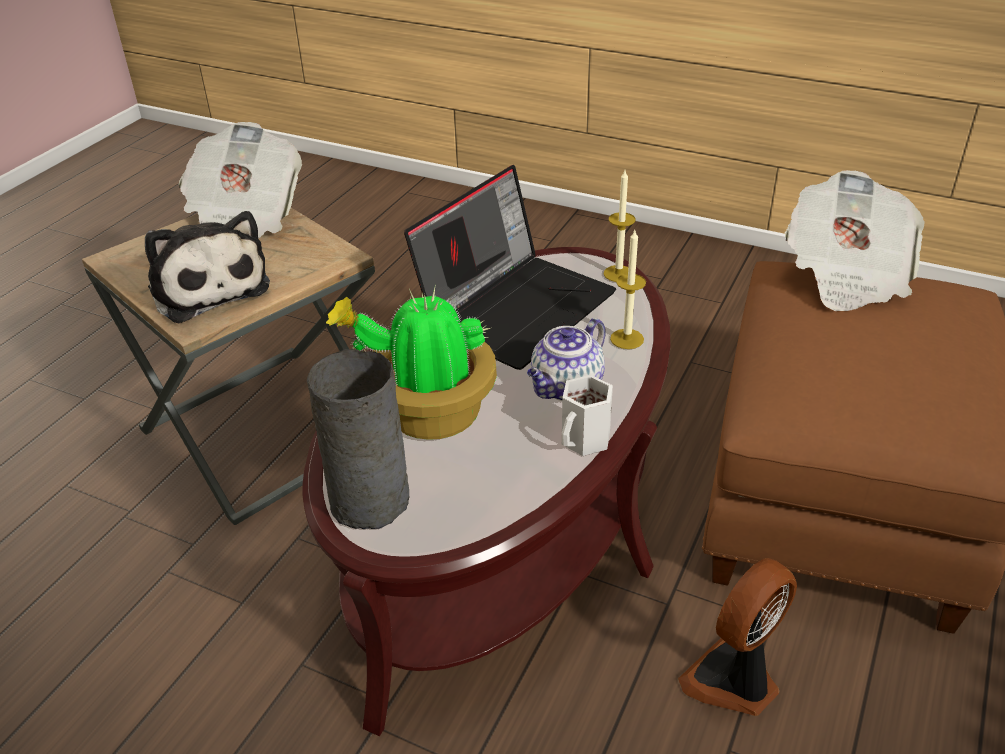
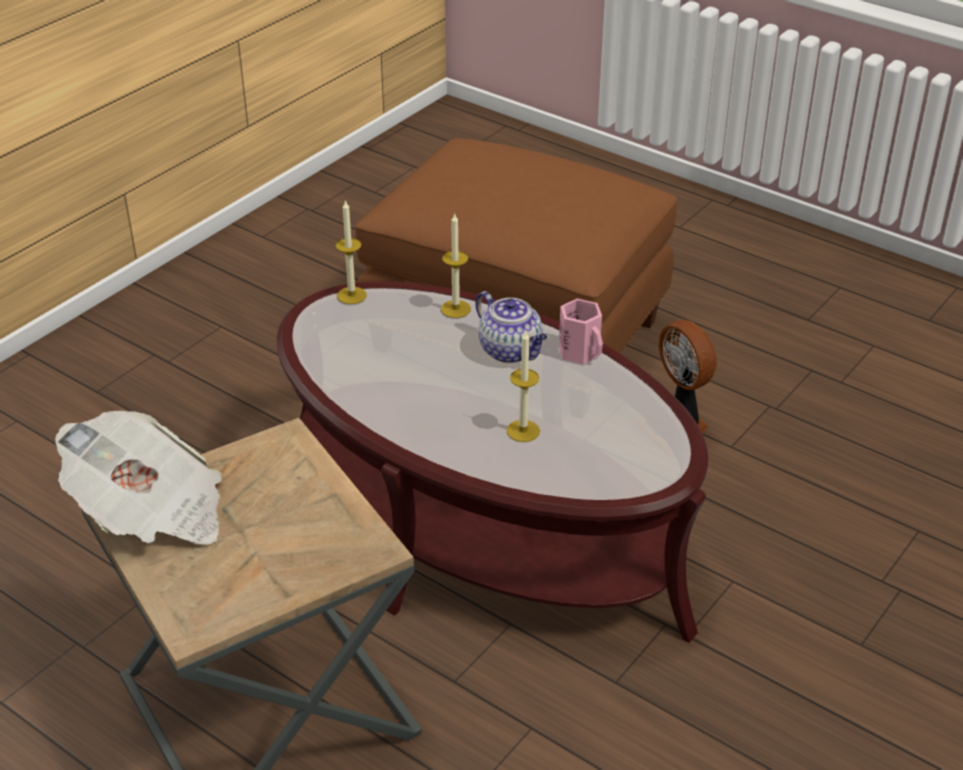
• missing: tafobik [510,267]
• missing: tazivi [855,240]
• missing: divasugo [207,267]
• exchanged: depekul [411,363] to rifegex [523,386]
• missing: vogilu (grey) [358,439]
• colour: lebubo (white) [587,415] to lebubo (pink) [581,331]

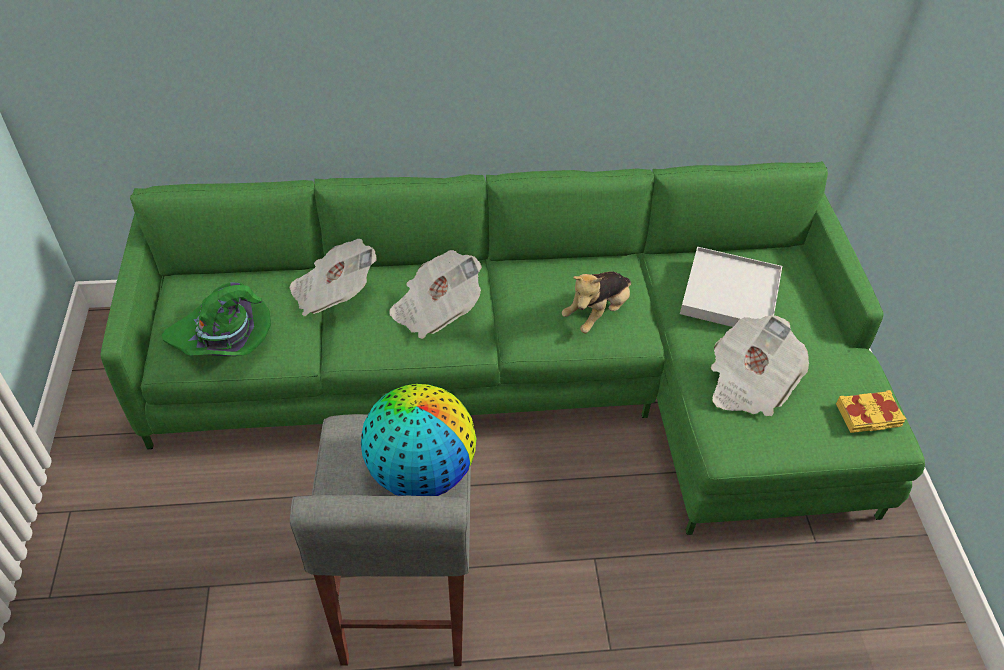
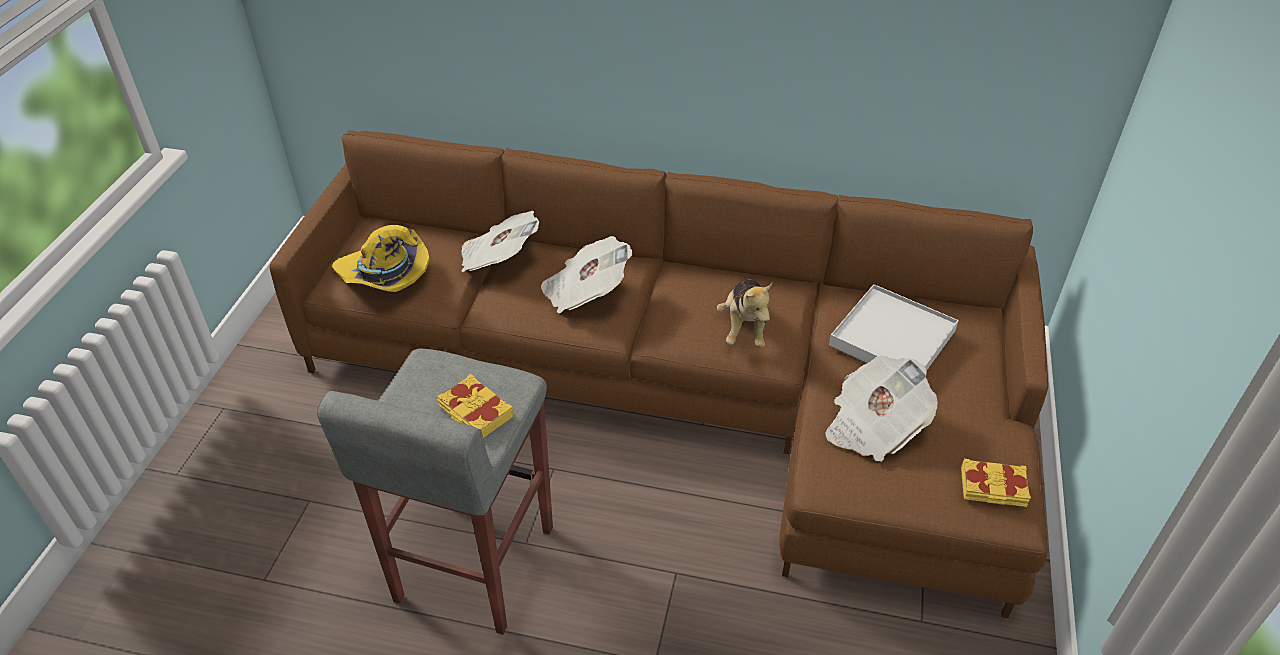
• colour: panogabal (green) [513,348] to panogabal (brown) [659,374]
• spun: divasugo [596,302] = [744,313] 60 degrees counterclockwise
• colour: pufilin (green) [216,319] to pufilin (yellow) [381,258]
• exchanged: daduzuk [418,440] to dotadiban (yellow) [475,406]

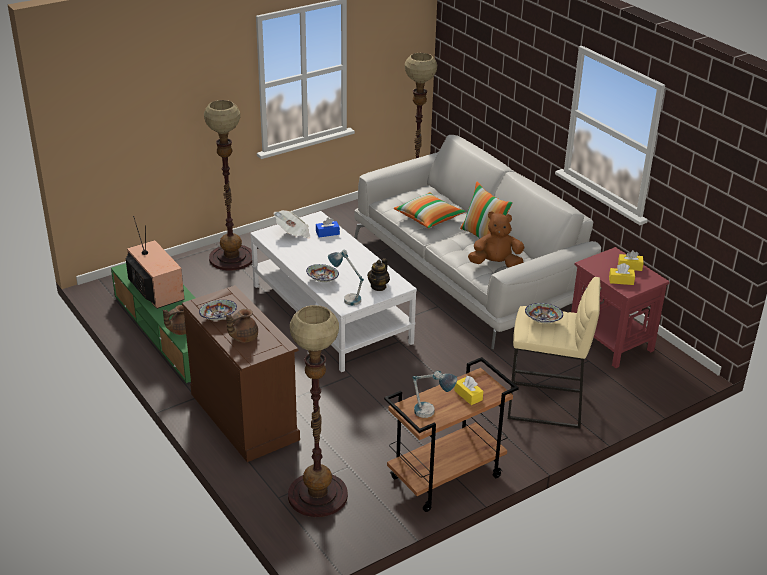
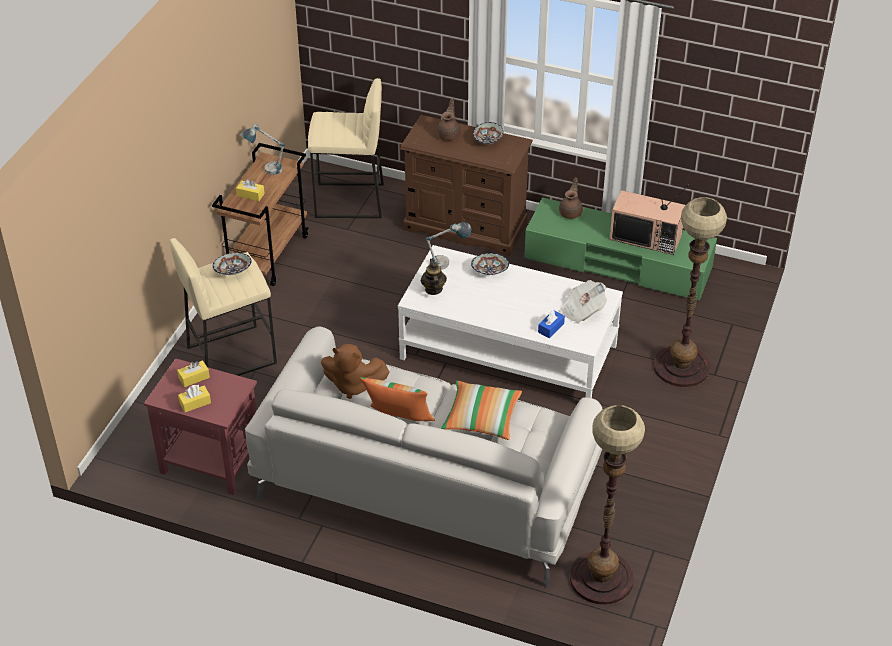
• spun: divasugo (brown) [496,239] = [355,371] 45 degrees clockwise
• exchanged: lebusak [318,411] to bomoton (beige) [346,148]

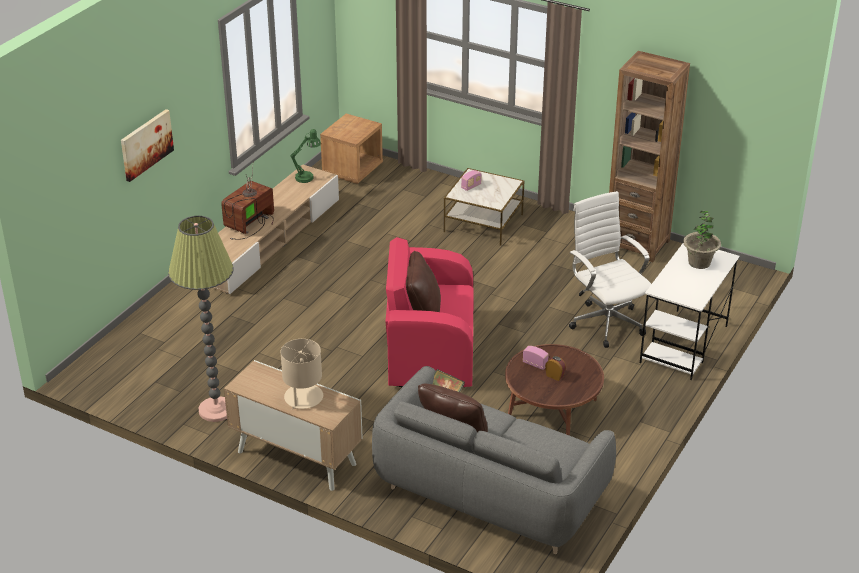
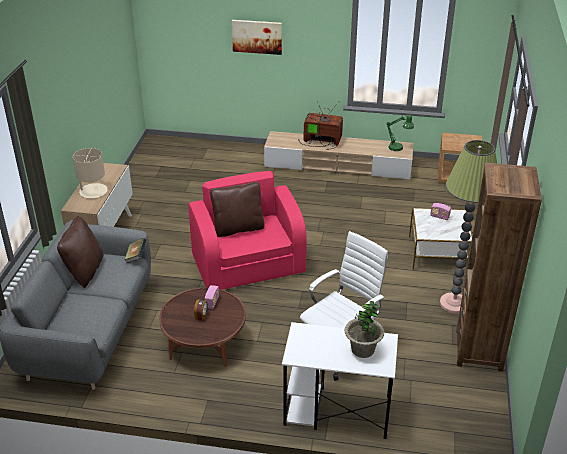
• relocated: lebusak [200,319] to [468,227]

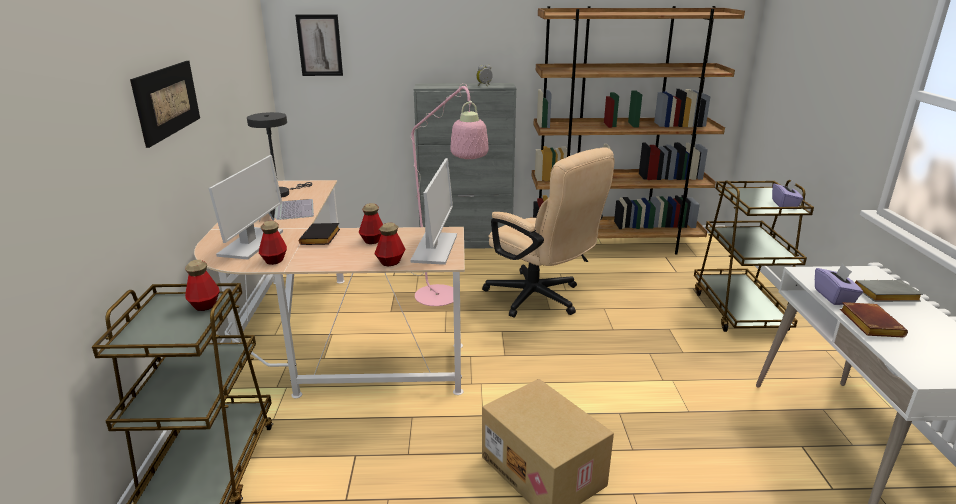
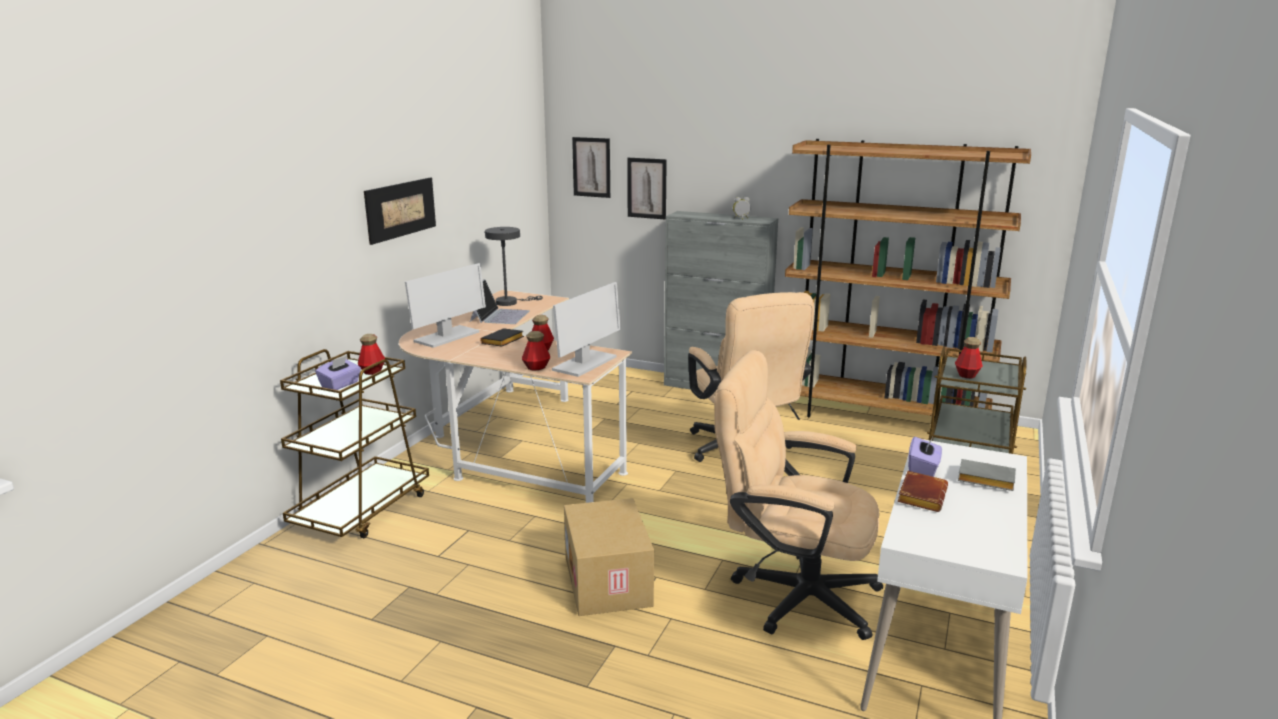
• missing: lebusak (pink) [450,194]
• relocated: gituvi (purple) [787,193] to [338,373]
• relocated: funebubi [273,243] to [968,357]
• appeared: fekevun [647,188]
• appeared: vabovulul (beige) [798,495]

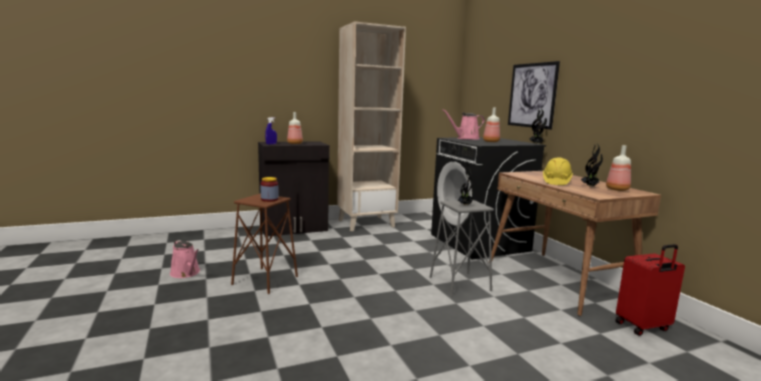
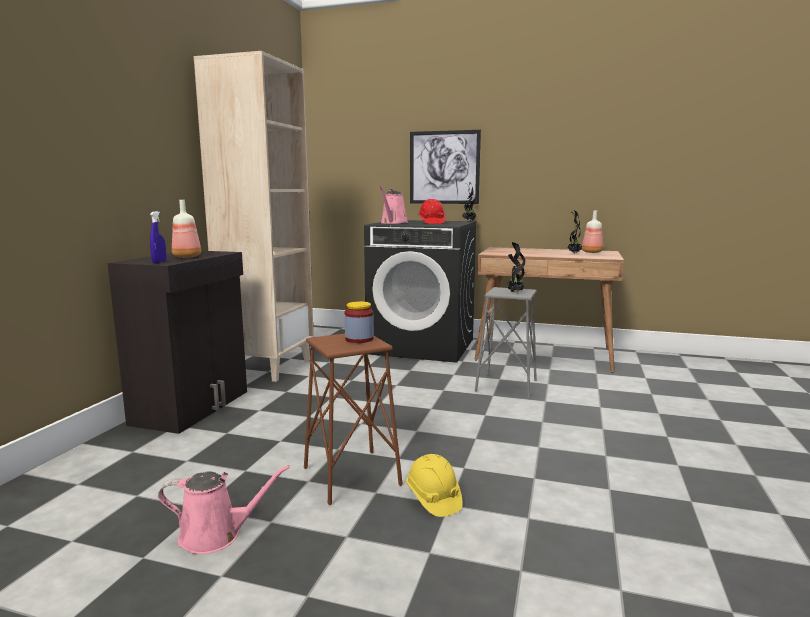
• exchanged: funebubi [491,125] to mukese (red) [432,211]
• relocated: mukese (yellow) [558,171] to [434,485]
• missing: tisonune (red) [650,290]

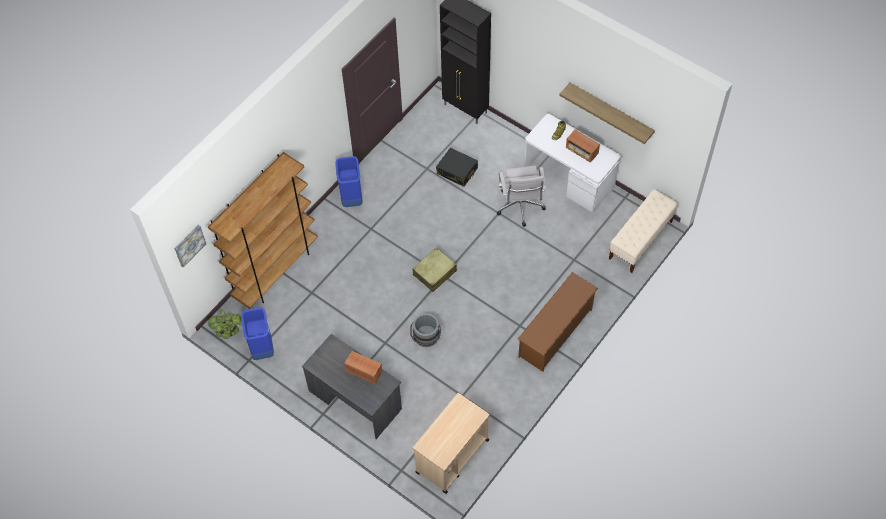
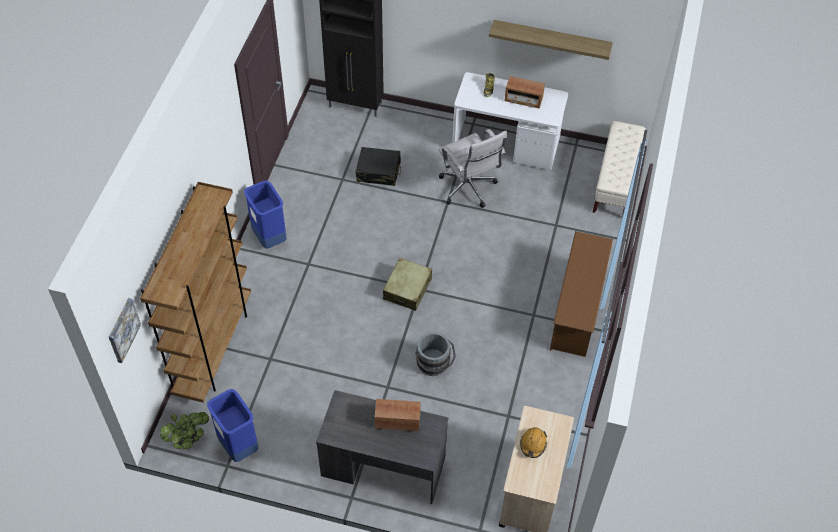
• appeared: mukese (orange) [533,442]

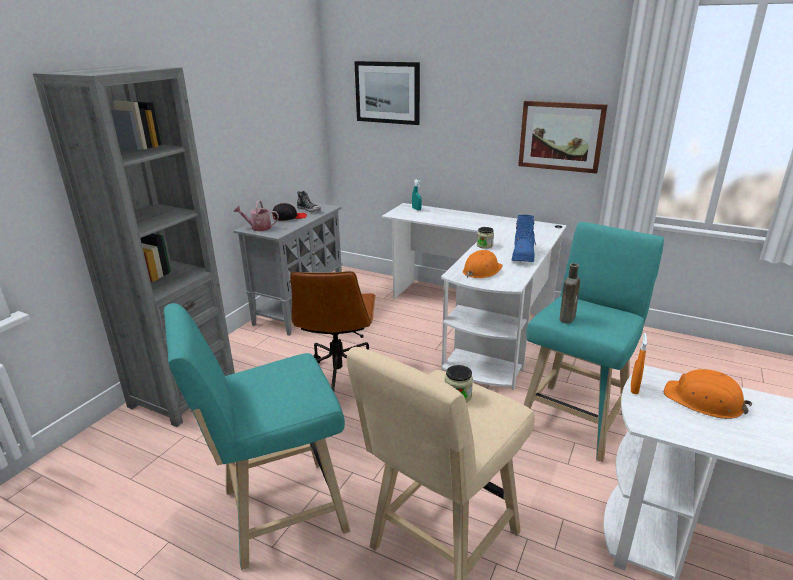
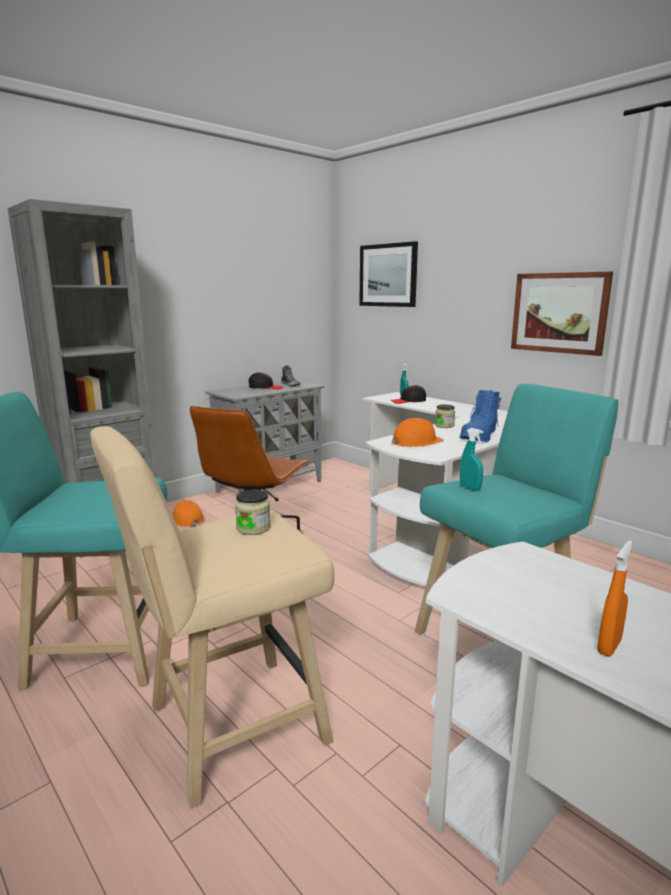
• missing: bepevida [256,215]
• exchanged: funebubi (brown) [570,293] to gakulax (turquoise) [471,459]
• relocated: gakulax (orange) [639,363] to [615,598]
• relocated: mukese (orange) [708,394] to [188,513]
• appeared: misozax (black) [408,394]

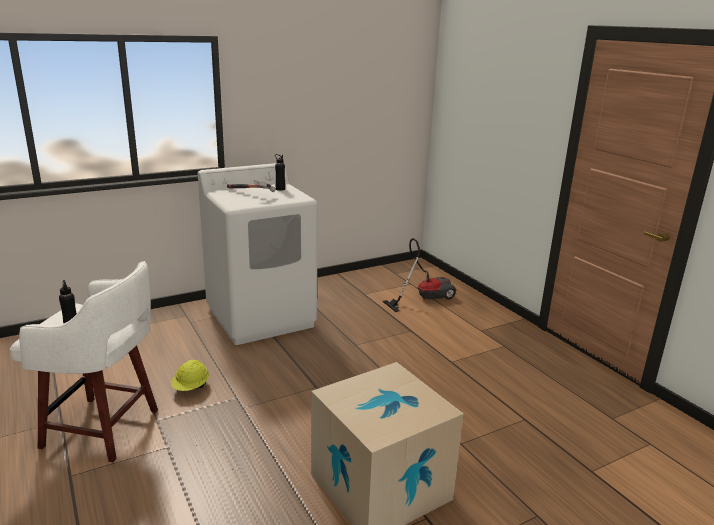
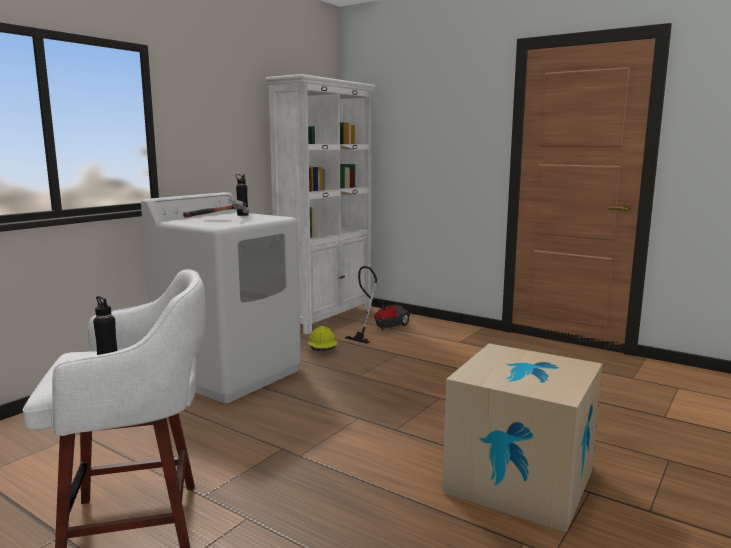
• relocated: mukese (yellow) [190,375] to [323,338]
• appeared: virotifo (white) [320,204]

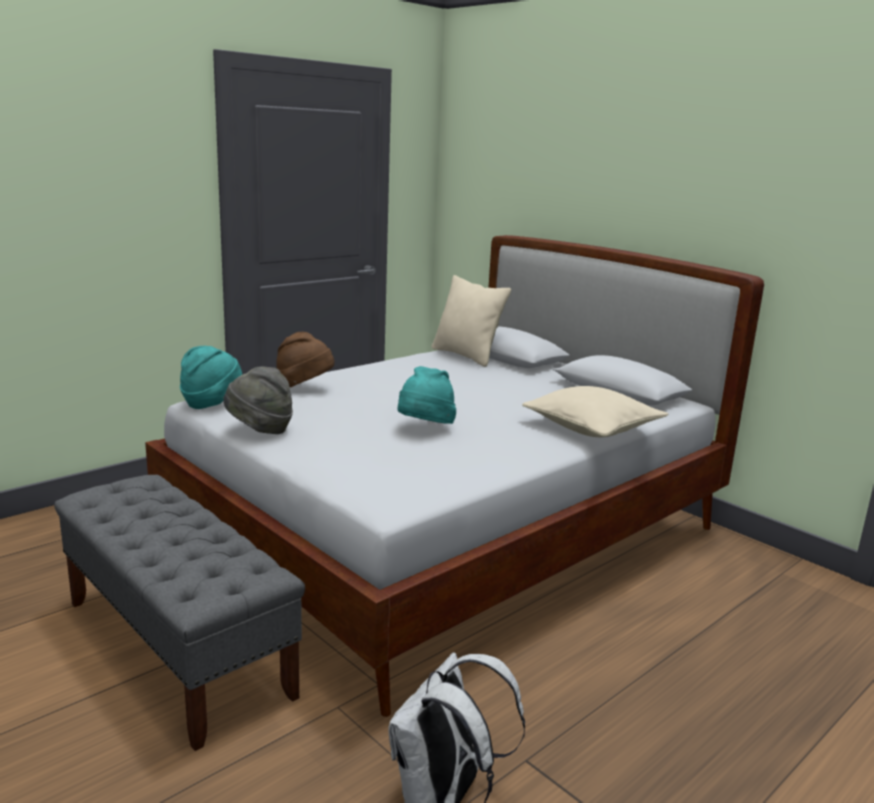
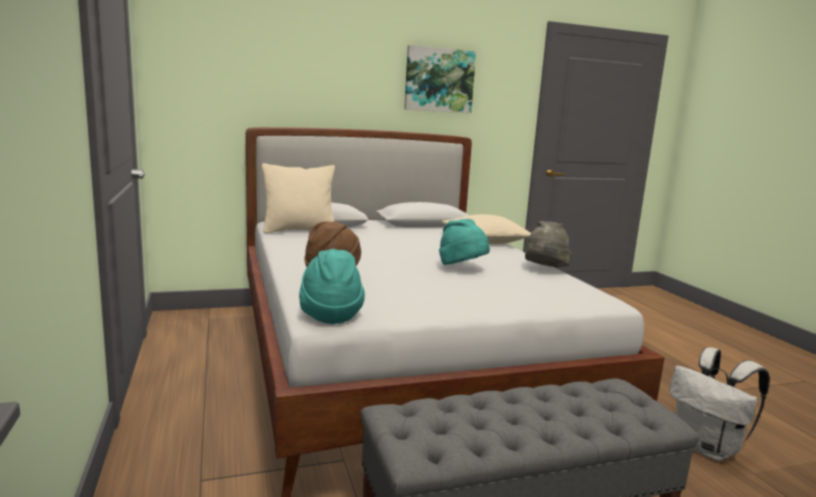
• relocated: pufilin (grey) [258,400] to [548,244]
• appeared: fekevun [440,79]

